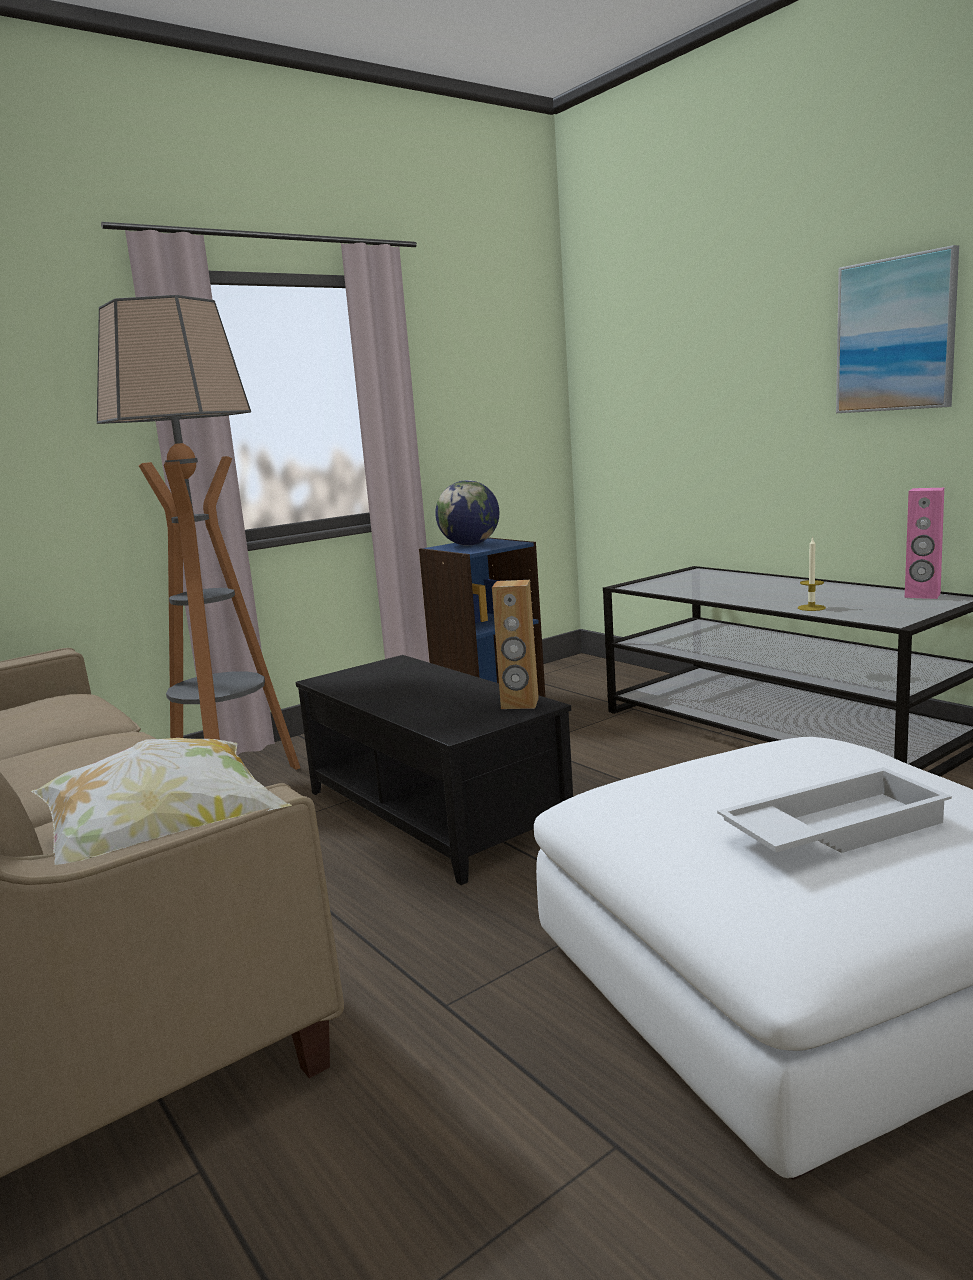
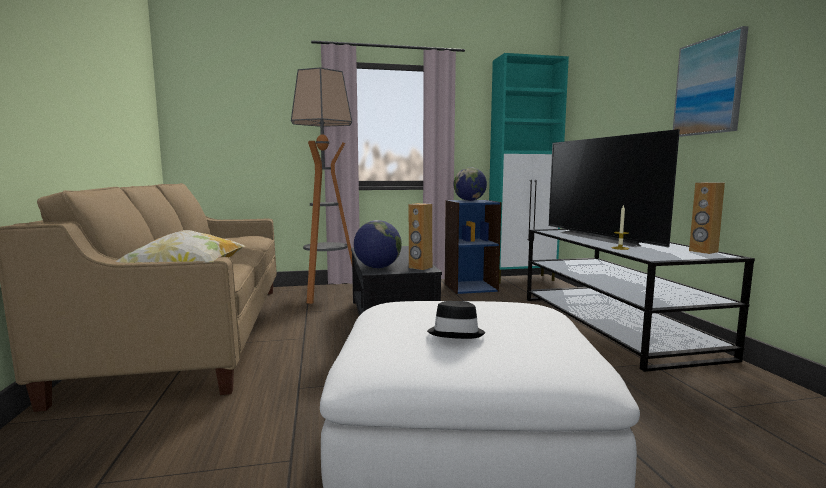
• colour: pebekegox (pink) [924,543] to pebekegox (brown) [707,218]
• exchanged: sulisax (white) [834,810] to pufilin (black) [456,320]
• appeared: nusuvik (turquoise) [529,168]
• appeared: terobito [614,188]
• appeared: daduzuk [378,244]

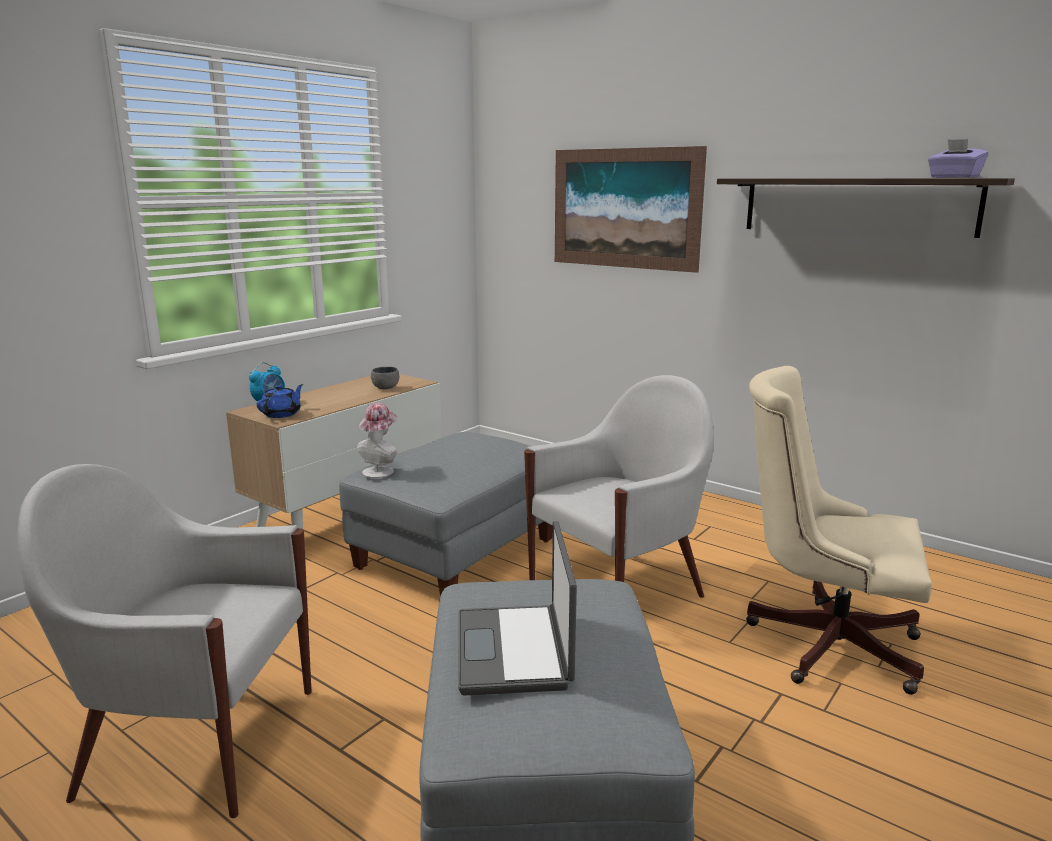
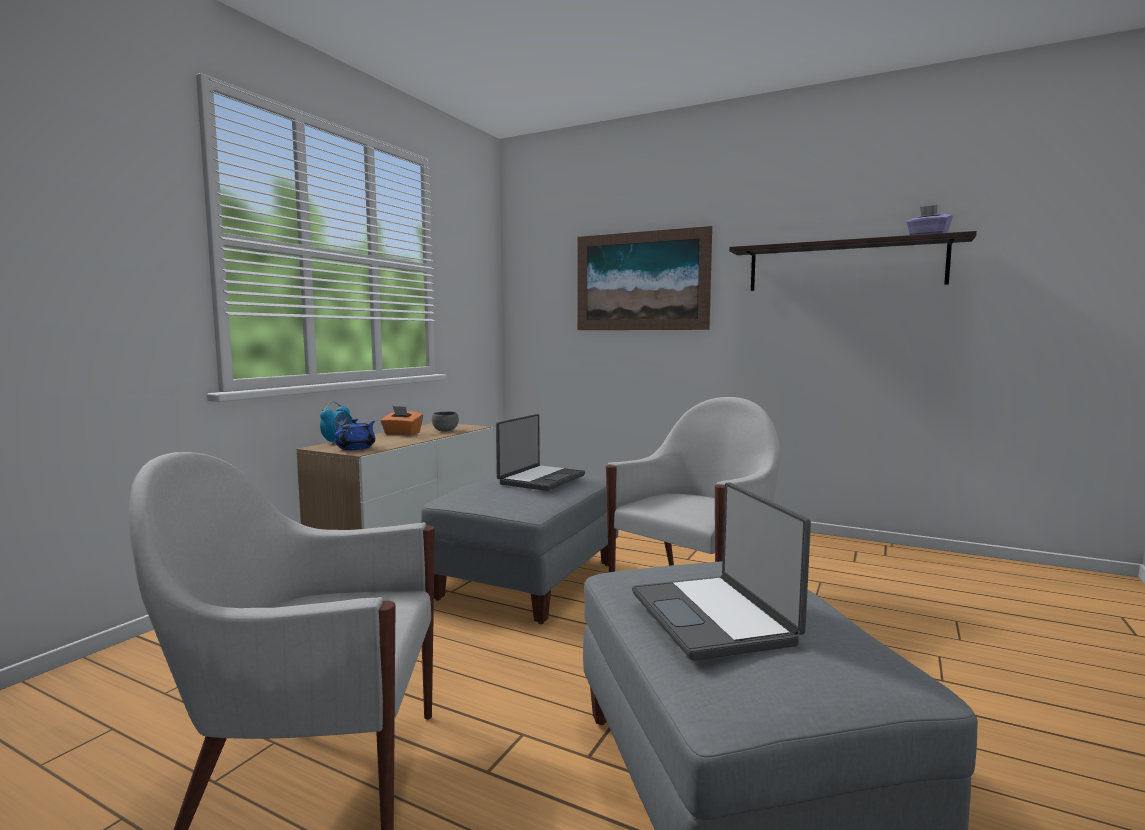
• missing: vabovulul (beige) [839,530]
• missing: pufilin [377,440]
• appeared: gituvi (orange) [402,420]
• appeared: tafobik [540,452]

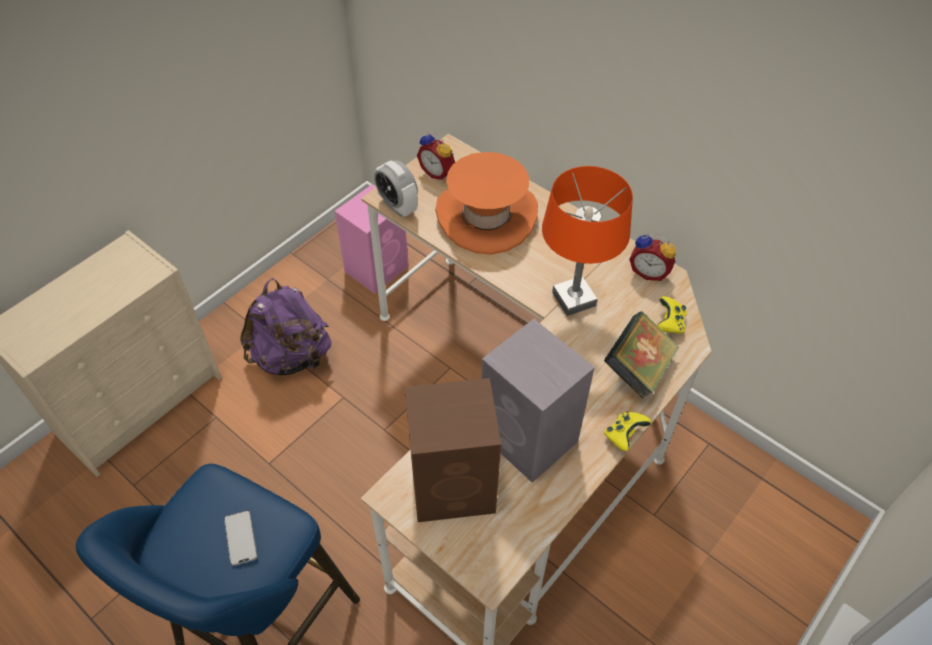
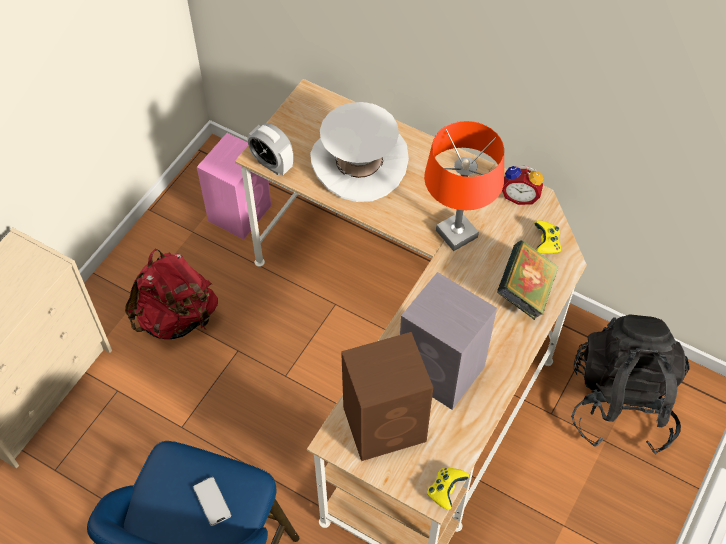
• missing: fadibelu [436,156]
• colour: pufilin (orange) [486,203] to pufilin (white) [359,152]
• colour: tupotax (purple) [286,326] to tupotax (red) [171,293]
• relocated: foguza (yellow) [628,431] to [448,489]
• appeared: tupotax (black) [630,384]

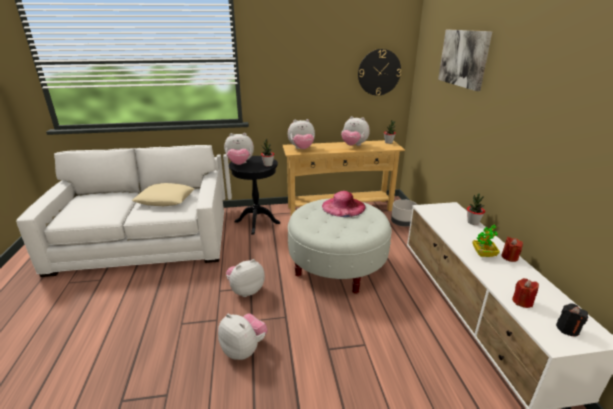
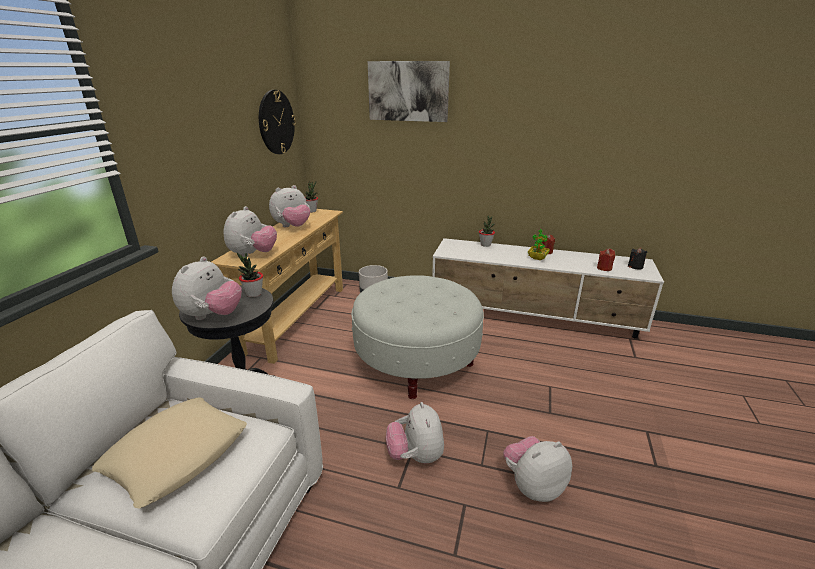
• missing: pufilin (pink) [344,204]

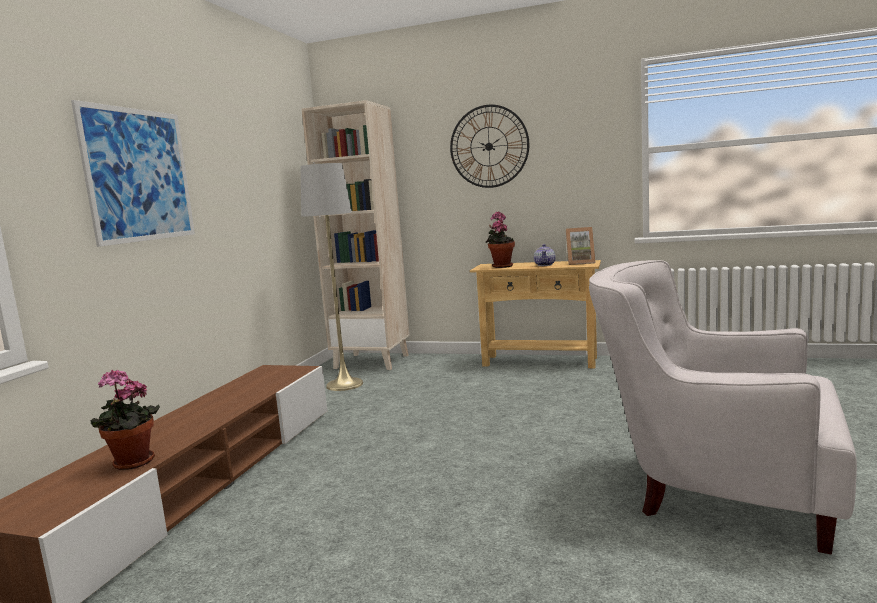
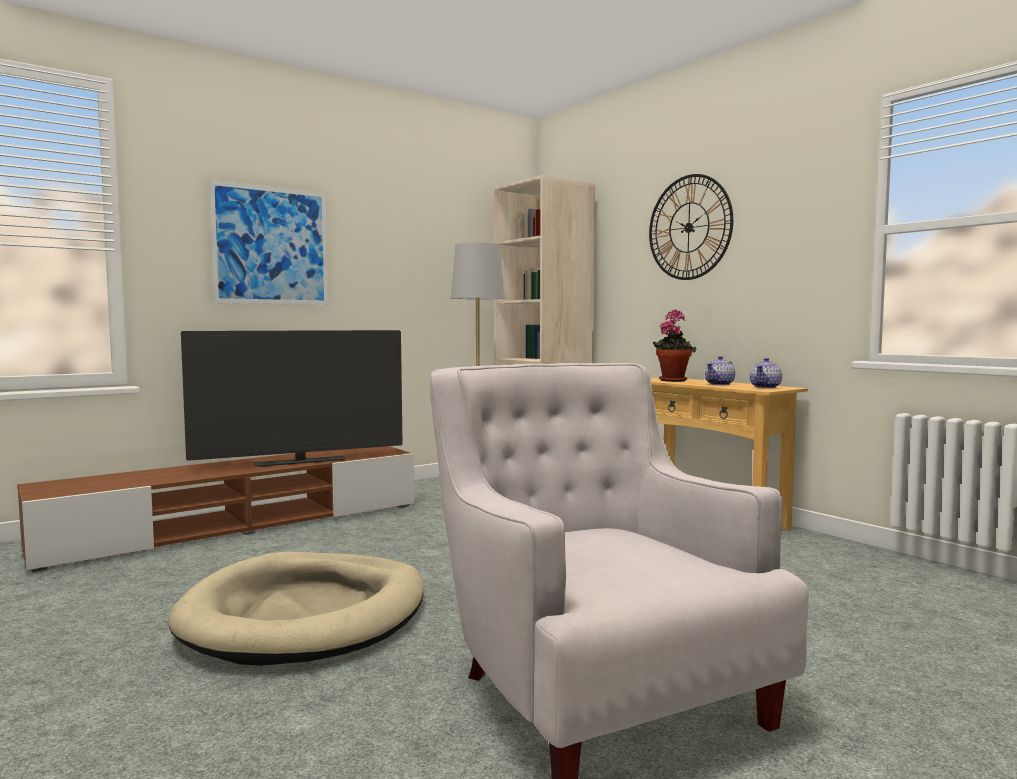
• exchanged: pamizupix [581,246] to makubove [766,373]
• missing: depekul [125,420]
• appeared: terobito [292,398]
• appeared: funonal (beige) [296,609]

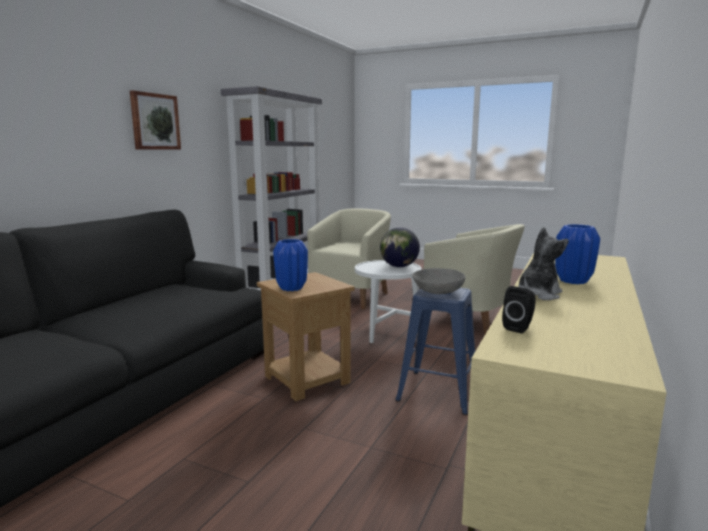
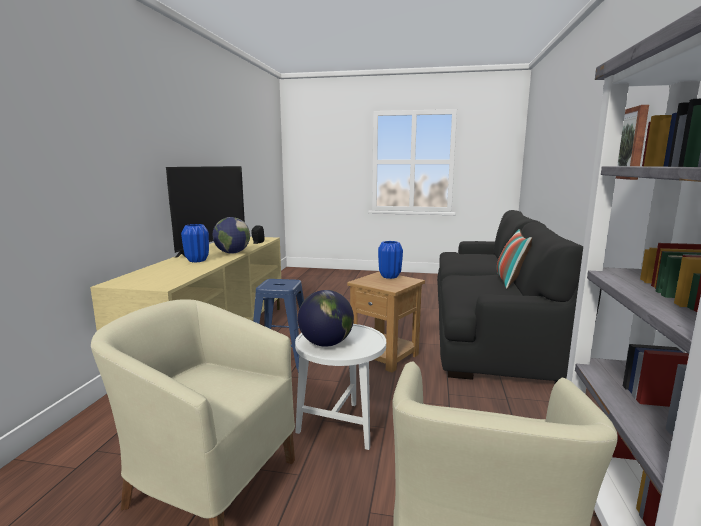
• exchanged: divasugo [544,263] to daduzuk [231,235]
• missing: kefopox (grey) [438,281]
• appeared: terobito [205,212]
• appeared: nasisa [514,259]

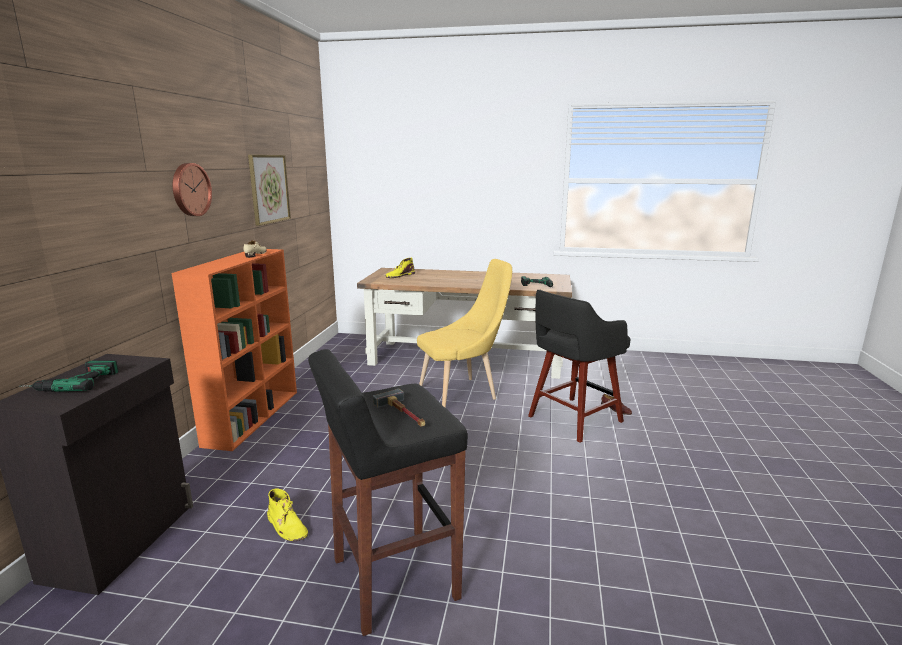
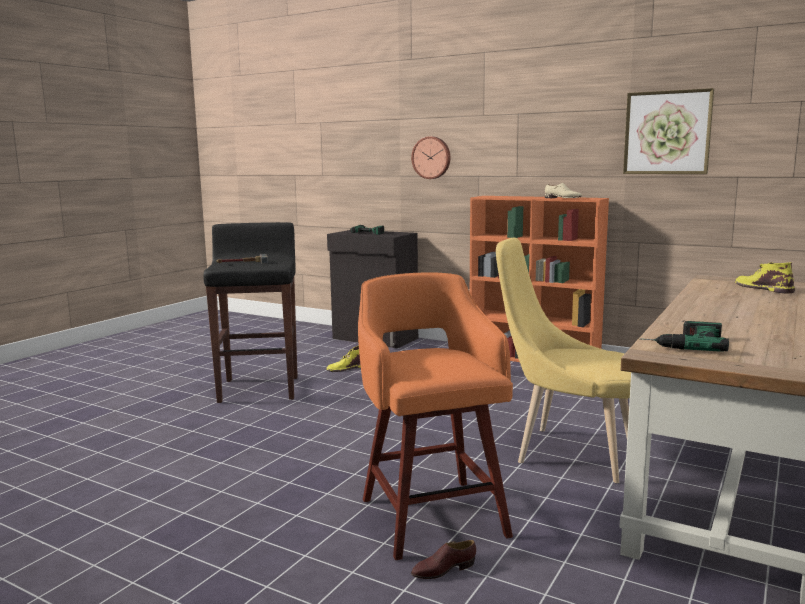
• relocated: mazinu [192,189] to [430,157]
• spun: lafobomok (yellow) [464,333] = [563,360] 120 degrees clockwise
• colour: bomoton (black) [579,366] to bomoton (orange) [435,416]

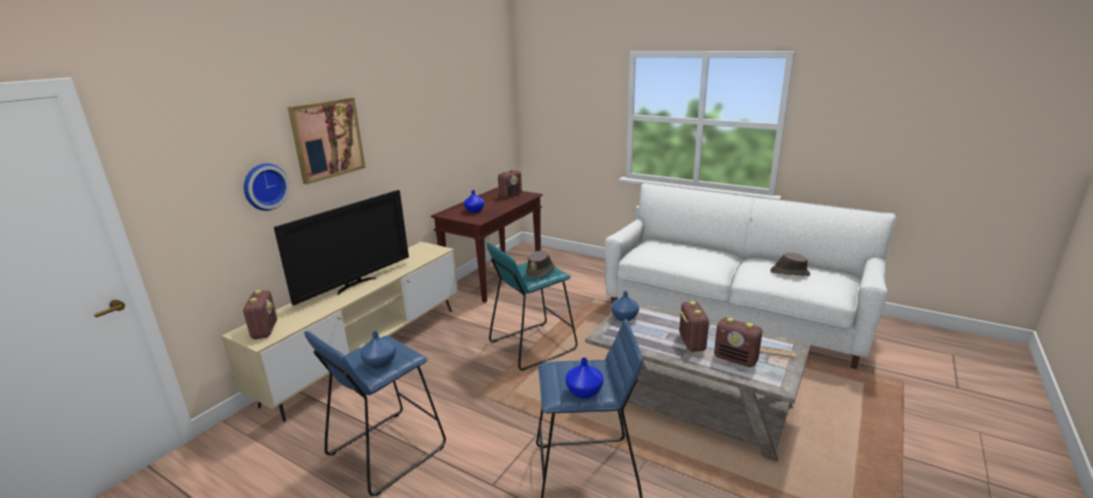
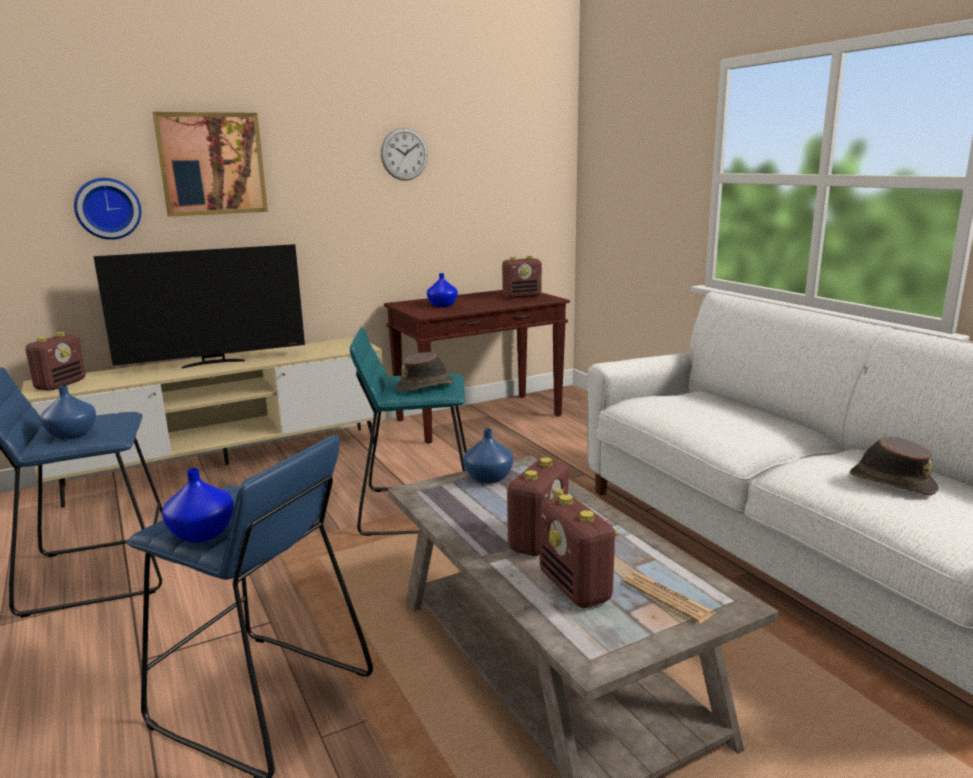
• appeared: mazinu [404,154]

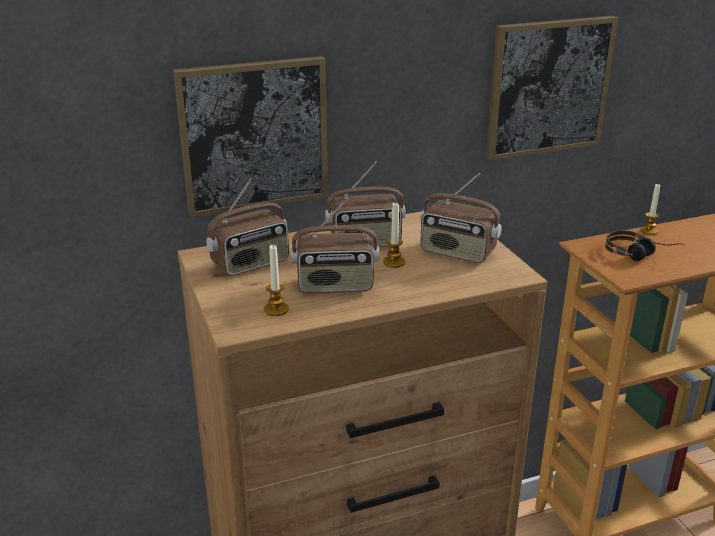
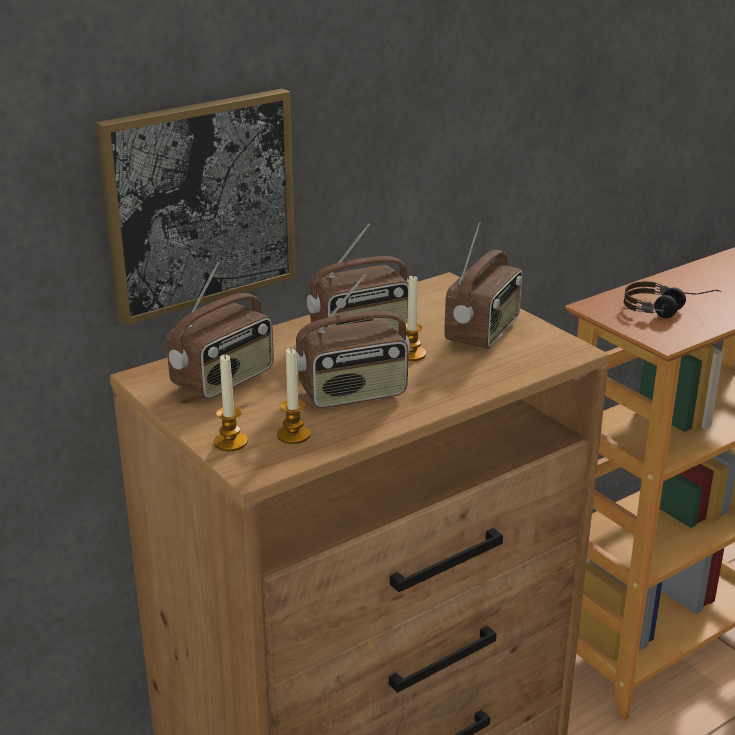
• missing: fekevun [552,88]
• spun: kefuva [461,218] = [483,285] 75 degrees counterclockwise
• relocated: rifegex [650,209] to [230,403]

